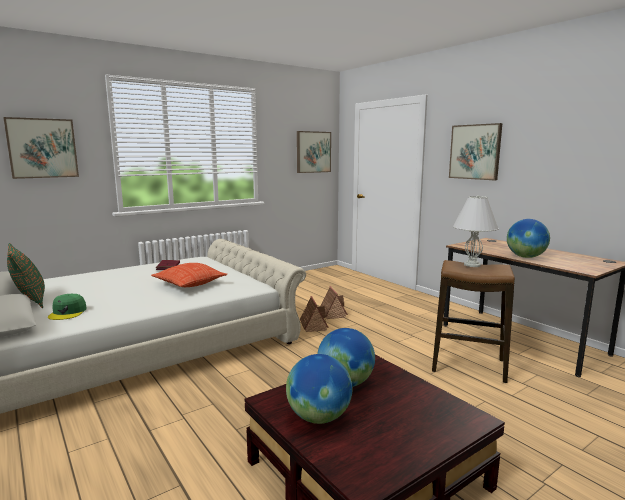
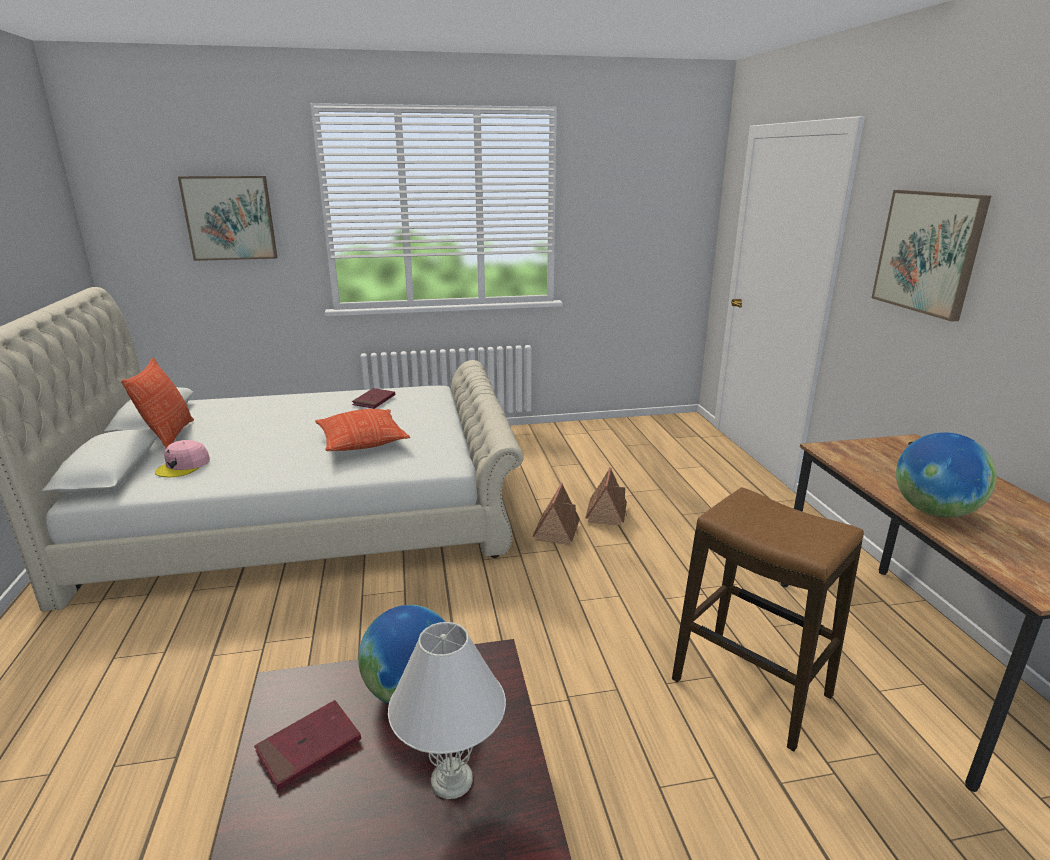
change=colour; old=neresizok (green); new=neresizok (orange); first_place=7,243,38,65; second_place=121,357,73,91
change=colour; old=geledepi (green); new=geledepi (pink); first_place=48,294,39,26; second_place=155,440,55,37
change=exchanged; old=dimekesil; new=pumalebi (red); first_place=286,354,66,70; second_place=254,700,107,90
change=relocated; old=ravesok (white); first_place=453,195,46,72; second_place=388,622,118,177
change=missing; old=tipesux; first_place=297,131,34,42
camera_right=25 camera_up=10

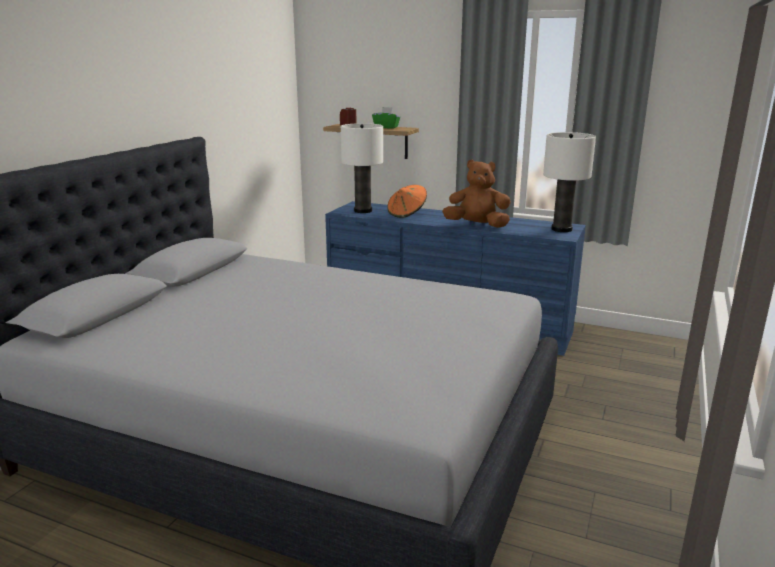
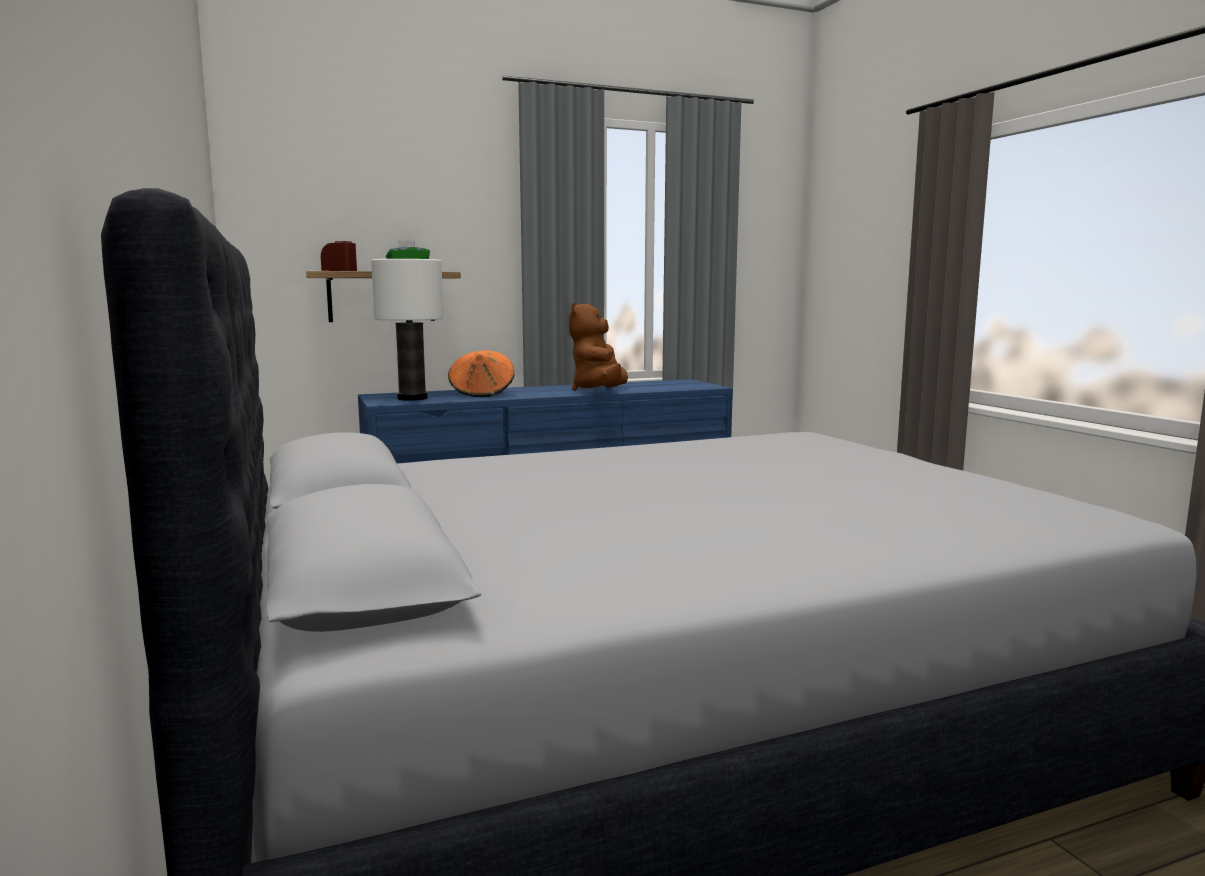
change=spun; old=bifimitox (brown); first_place=442,160,69,68; second_place=569,302,59,89; degrees=-45
change=missing; old=ravesok (white); first_place=543,132,53,100
camera_right=-45 camera_up=-10

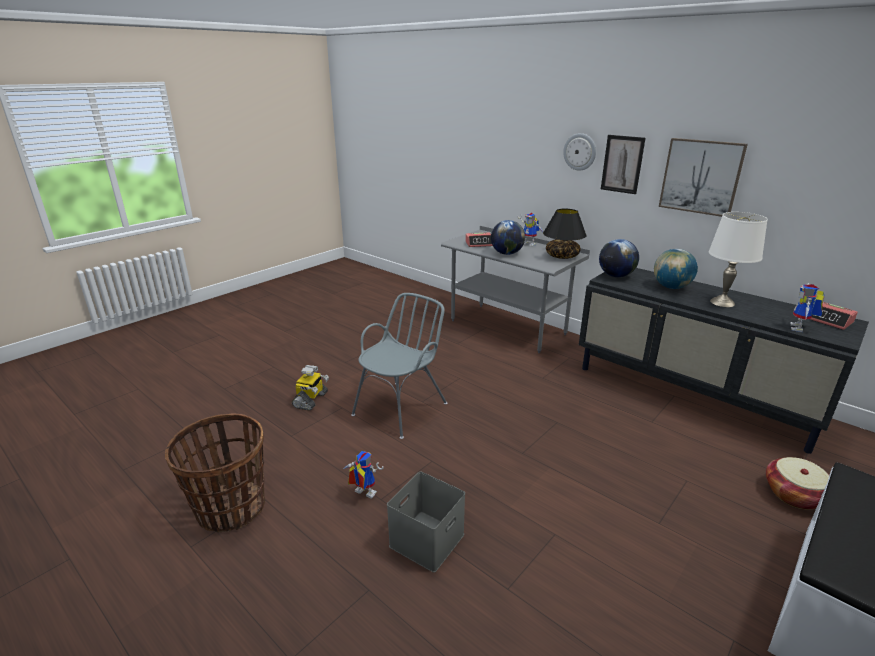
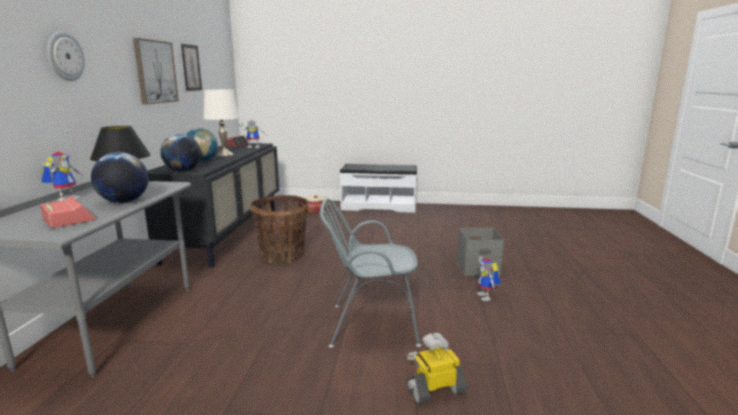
change=relocated; old=tipesux; first_place=601,135,44,59; second_place=181,44,21,47
change=relocated; old=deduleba; first_place=165,414,100,118; second_place=250,195,59,68
camera_right=-125 camera_up=-10

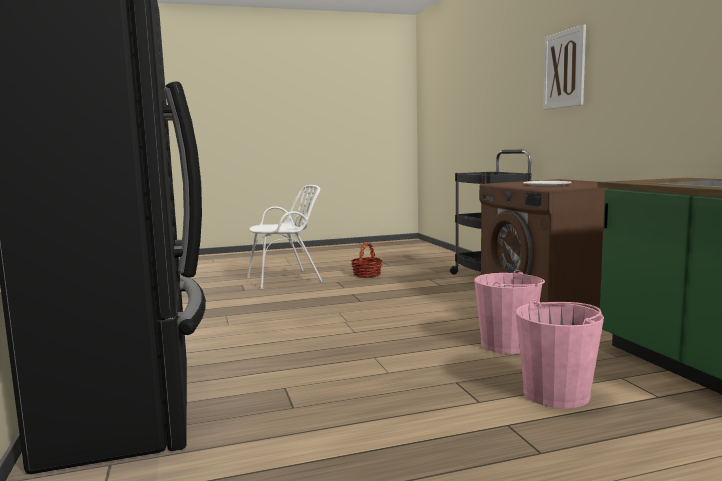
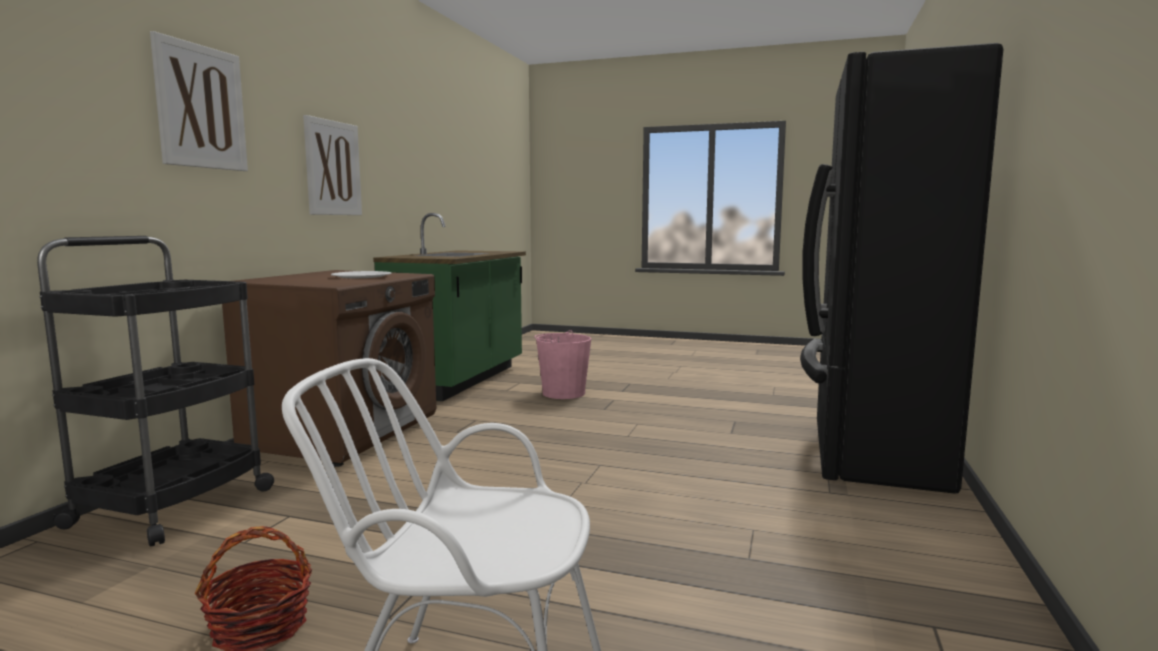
change=appeared; new=tipesux; second_place=303,115,59,100
change=missing; old=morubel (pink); first_place=474,270,71,84
camera_right=-145 camera_up=0

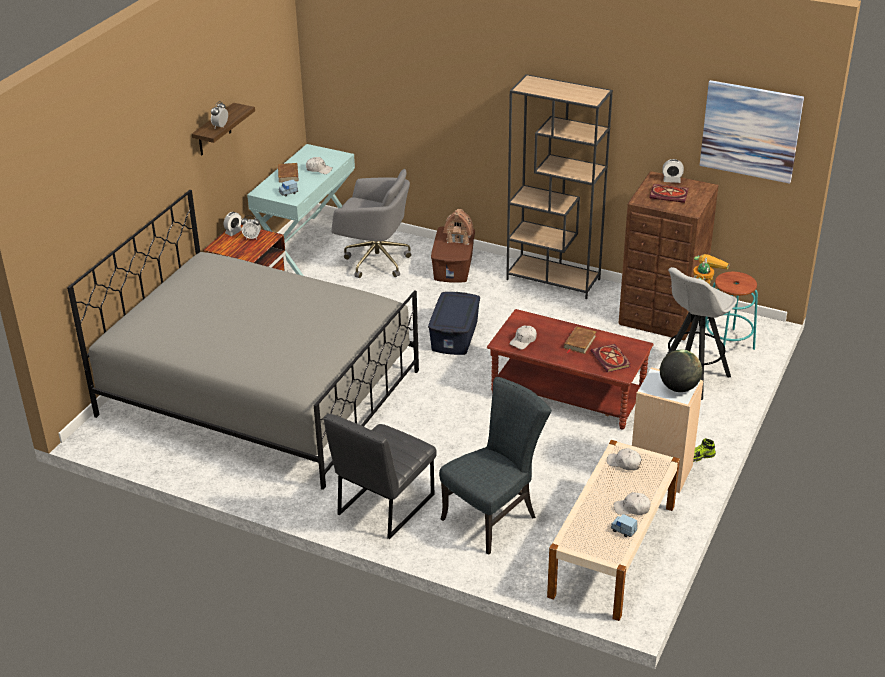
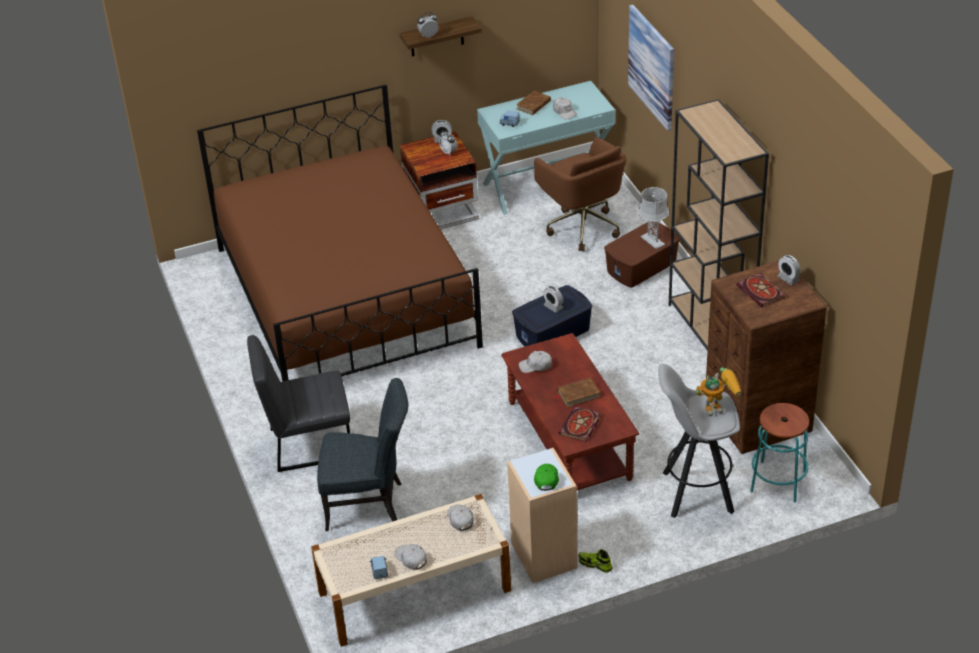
change=colour; old=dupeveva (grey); new=dupeveva (brown); first_place=67,190,352,300; second_place=197,85,286,297
change=colour; old=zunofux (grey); new=zunofux (brown); first_place=332,169,79,109; second_place=534,137,92,114
change=exchanged; old=dimekesil; new=geledepi (green); first_place=660,350,42,42; second_place=534,464,25,27
change=appeared; new=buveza; second_place=543,286,20,27
change=relocated; old=tipesux; first_place=700,80,104,104; second_place=628,5,46,126
change=exchanged; old=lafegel; new=ravesok (grey); first_place=443,209,30,36; second_place=638,187,31,62
camera_right=45 camera_up=5

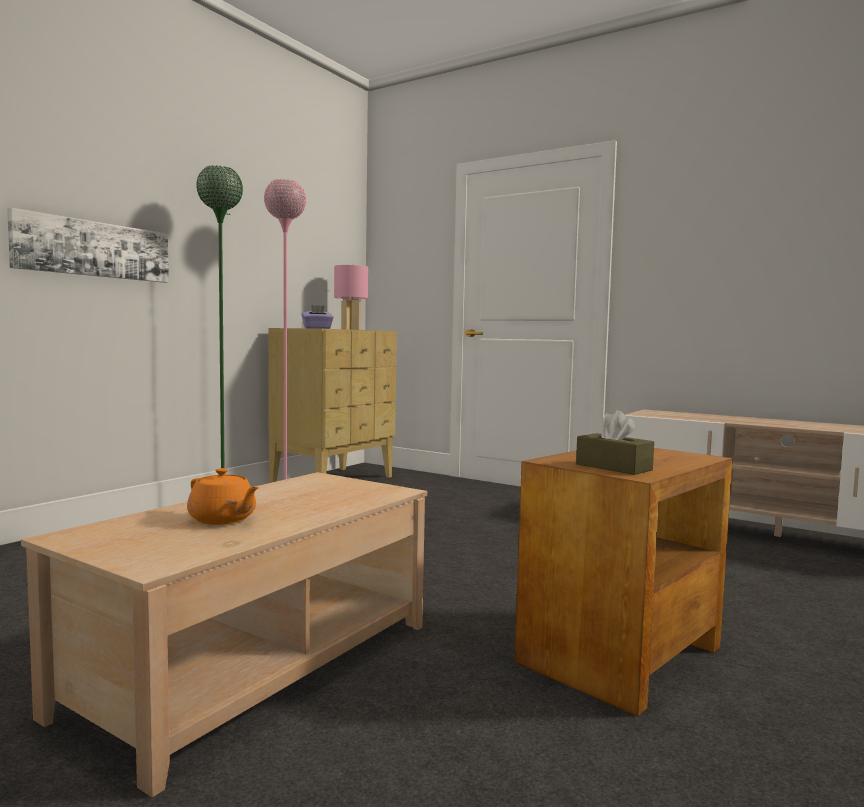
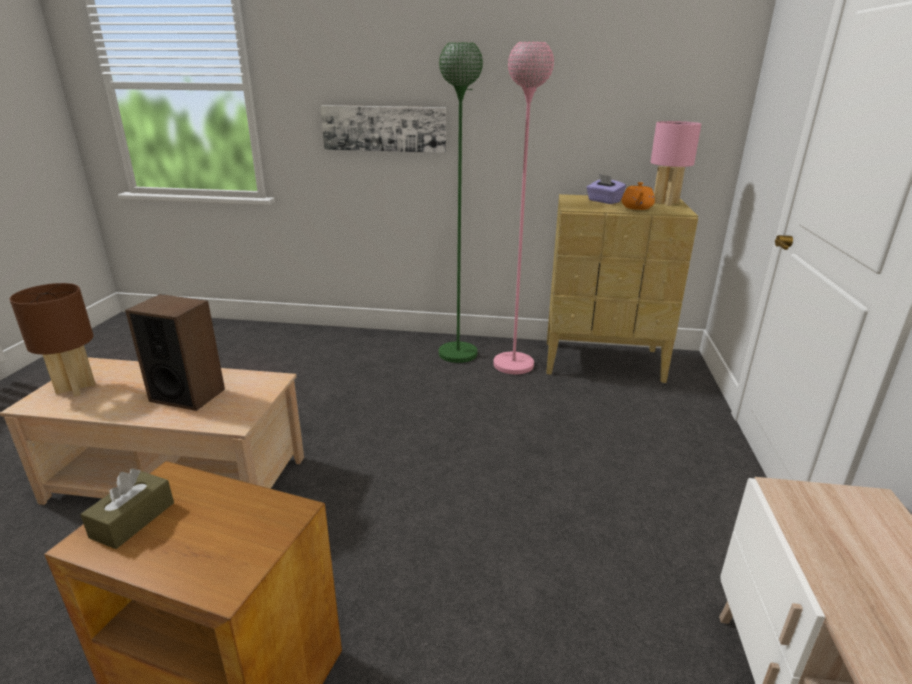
change=appeared; new=ravesok (brown); second_place=9,283,87,114
change=appeared; new=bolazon; second_place=125,294,100,117
change=relocated; old=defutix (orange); first_place=187,468,72,57; second_place=622,182,33,28
camera_right=65 camera_up=20

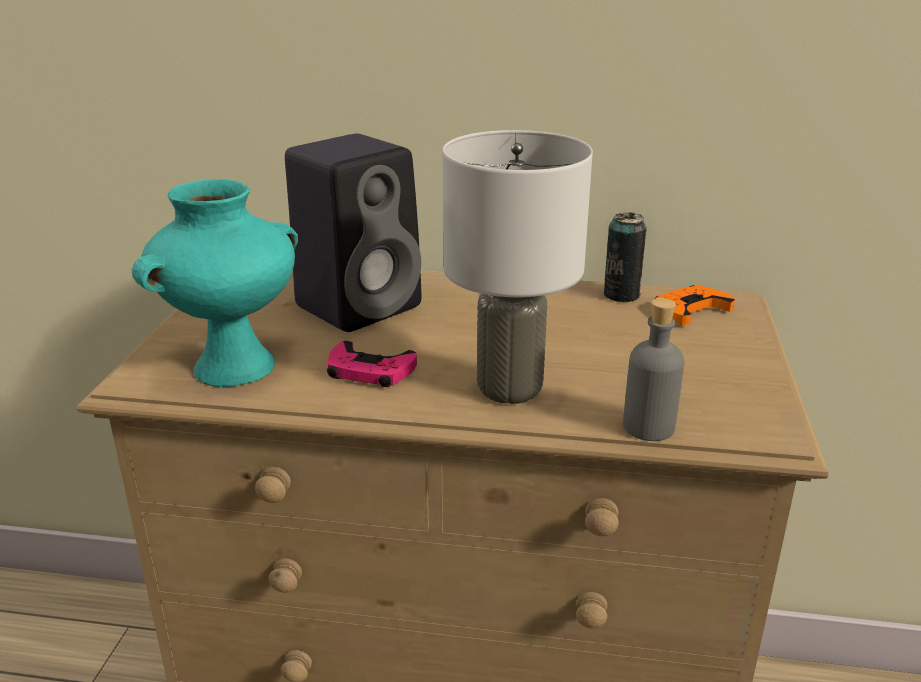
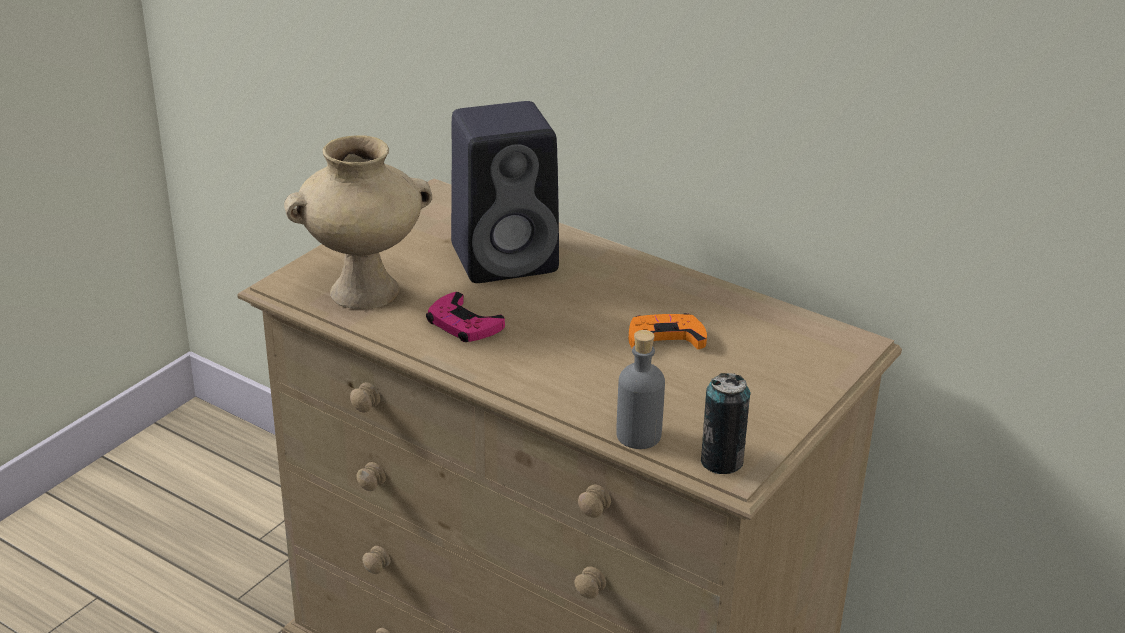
change=colour; old=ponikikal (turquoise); new=ponikikal (beige); first_place=131,179,167,208; second_place=284,135,148,174
change=relocated; old=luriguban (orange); first_place=655,285,80,40; second_place=628,313,79,37
change=relocated; old=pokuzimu; first_place=604,212,43,91; second_place=701,373,50,101
change=missing; old=ravesok (white); first_place=442,130,151,274
camera_right=25 camera_up=5

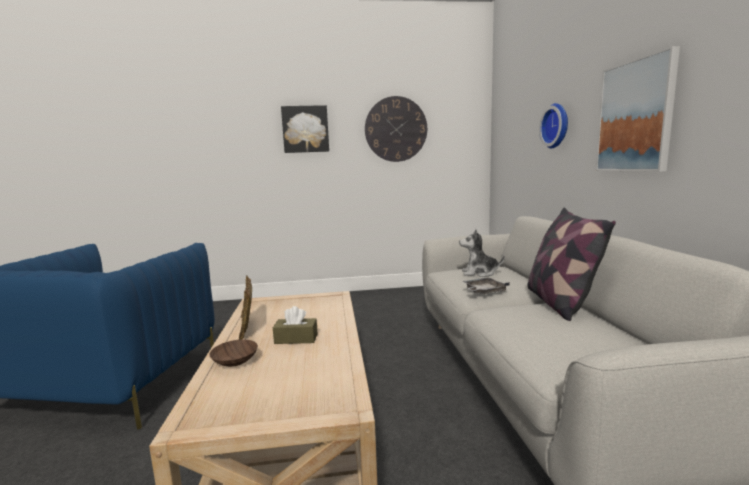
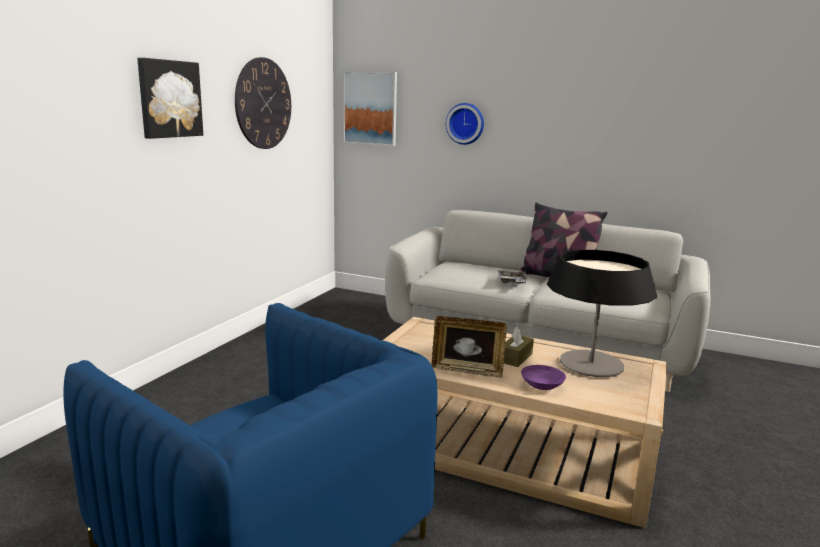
change=relocated; old=tipesux; first_place=596,46,84,126; second_place=343,71,54,75
change=colour; old=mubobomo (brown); new=mubobomo (purple); first_place=209,340,49,27; second_place=521,365,45,25
change=appeared; new=ravesok; second_place=547,250,110,127
change=missing; old=bifimitox; first_place=459,229,46,48
camera_right=-60 camera_up=5

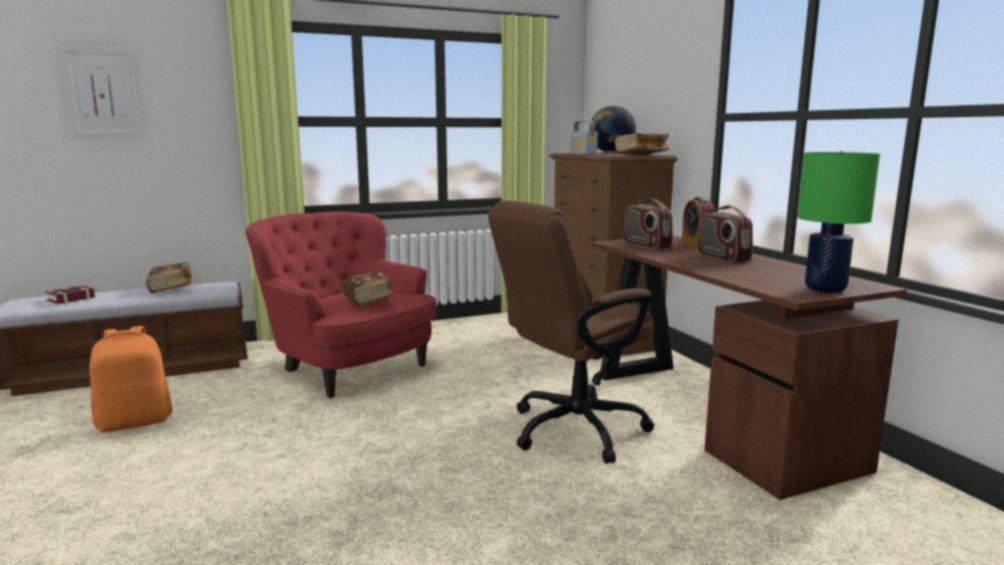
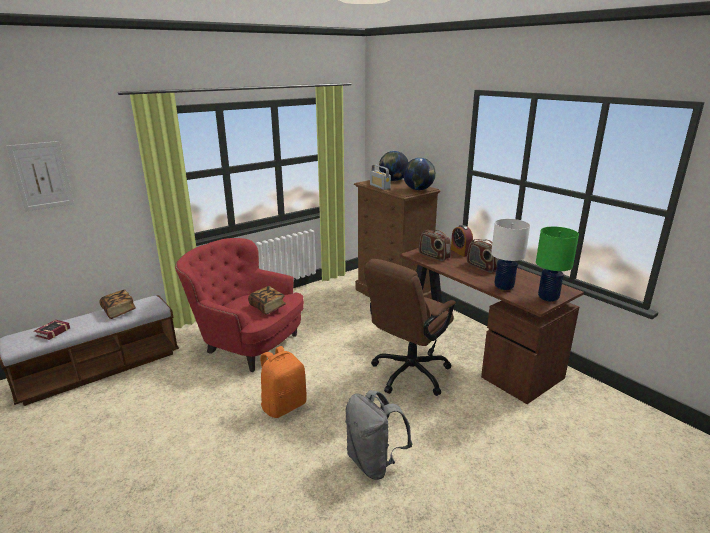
change=relocated; old=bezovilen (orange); first_place=89,326,83,107; second_place=260,346,47,72
change=appeared; new=bezovilen (grey); second_place=345,390,67,90
change=exchanged; old=pumalebi; new=dimekesil; first_place=615,133,54,22; second_place=403,158,33,32
change=appeared; new=ravesok (white); second_place=491,219,39,71
camera_right=-15 camera_up=10

